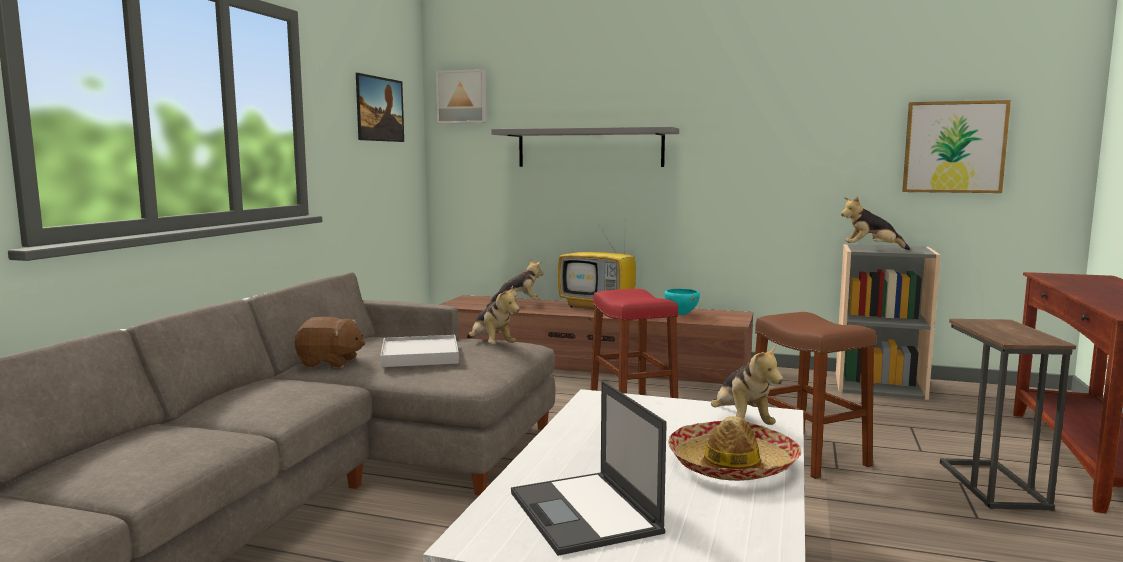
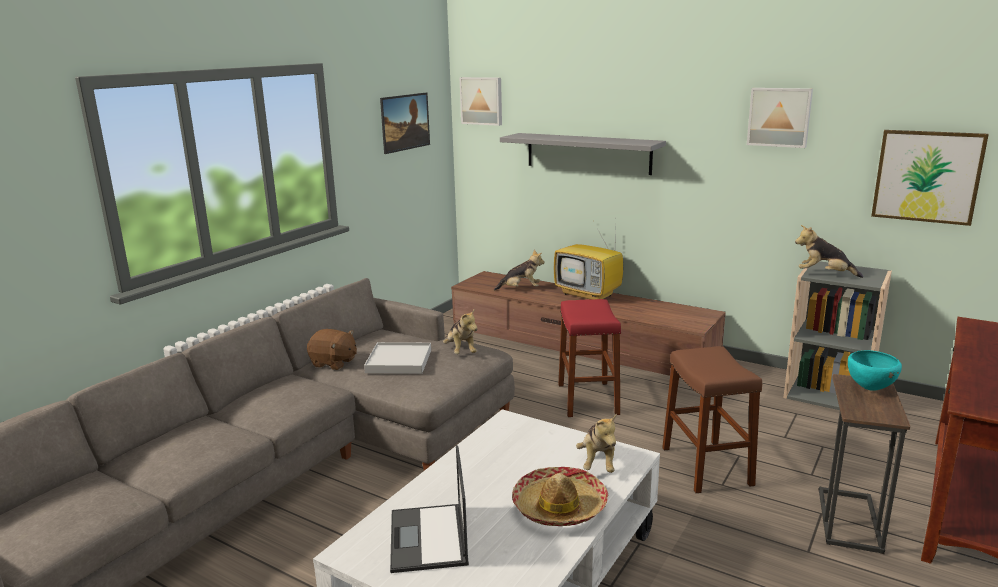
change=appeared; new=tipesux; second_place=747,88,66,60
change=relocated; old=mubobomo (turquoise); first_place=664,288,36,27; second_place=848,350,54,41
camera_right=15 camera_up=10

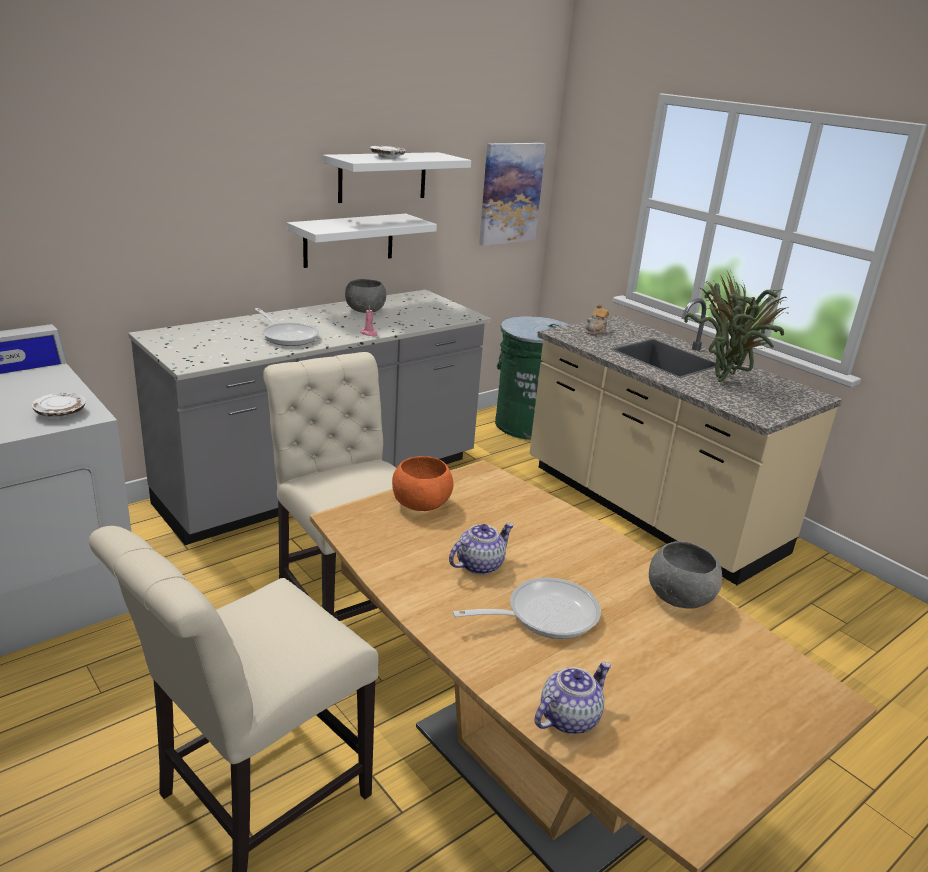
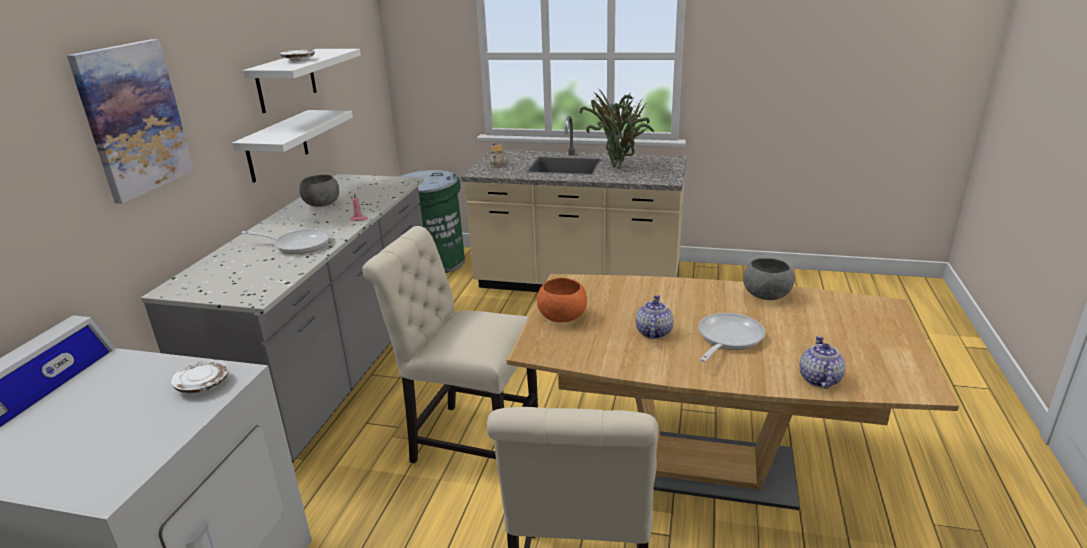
change=relocated; old=tipesux; first_place=479,143,67,103; second_place=67,39,127,165
camera_right=-35 camera_up=0

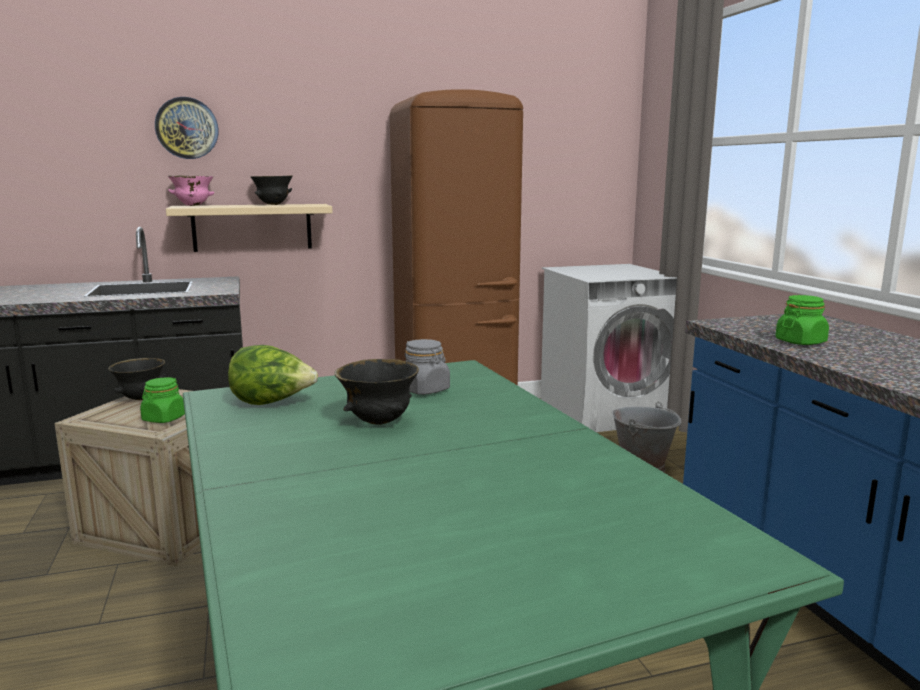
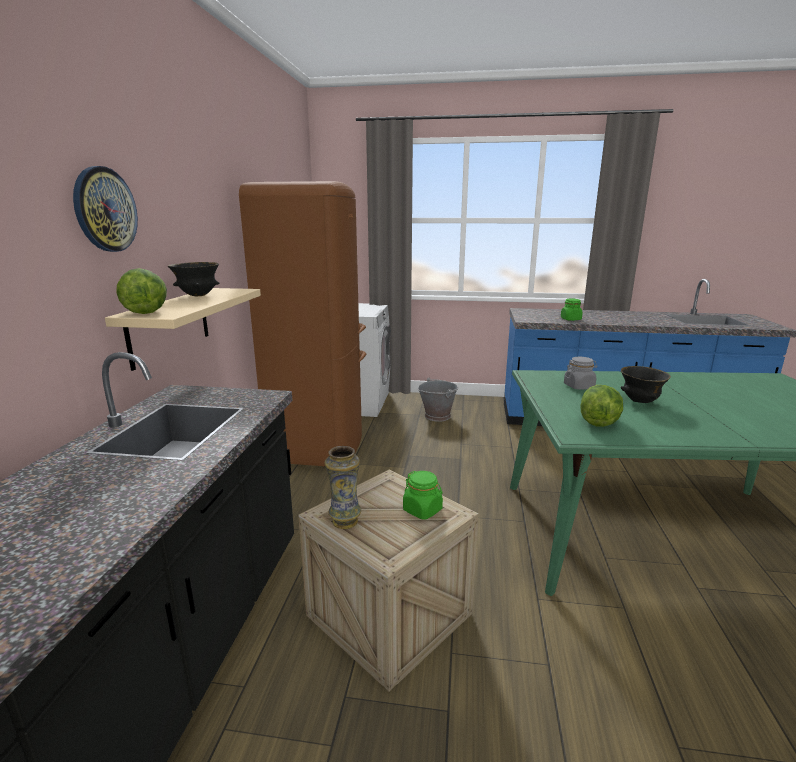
change=exchanged; old=mubobomo (pink); new=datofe; first_place=168,176,46,30; second_place=116,268,51,46
change=exchanged; old=mubobomo (black); new=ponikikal; first_place=108,358,58,42; second_place=325,446,36,83
camera_right=-65 camera_up=5

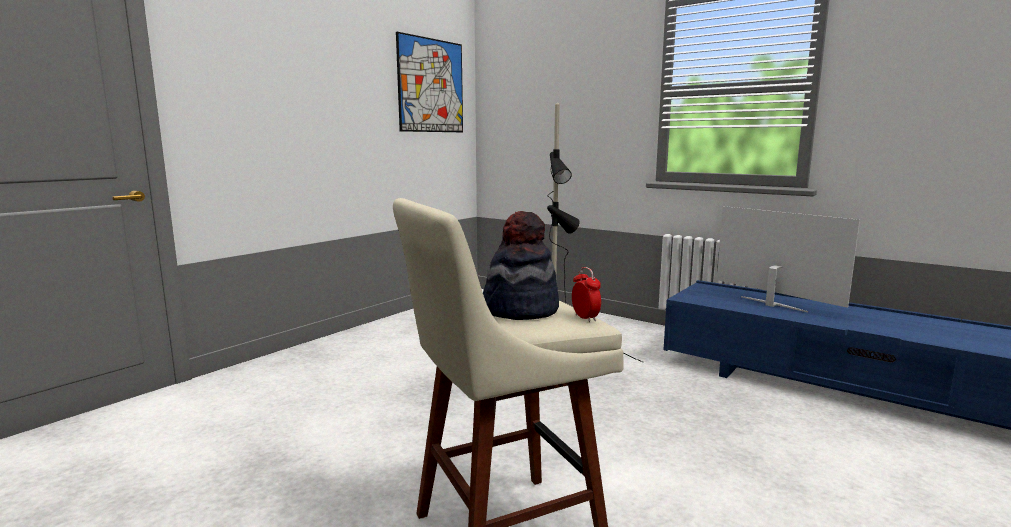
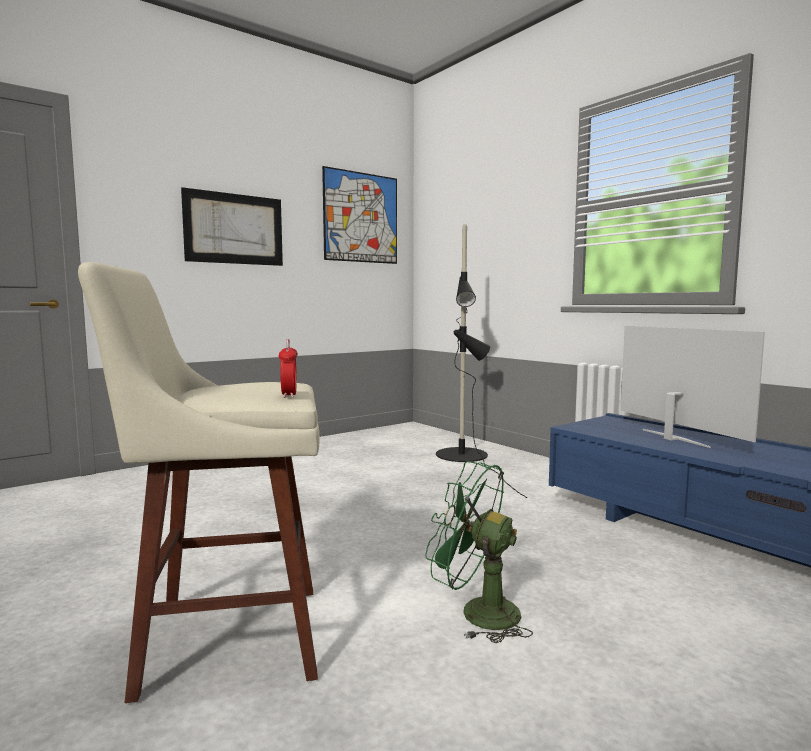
change=appeared; new=tipesux; second_place=181,187,102,79
change=appeared; new=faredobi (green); second_place=425,461,108,182
change=missing; old=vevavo; first_place=483,211,76,109
camera_right=15 camera_up=-5

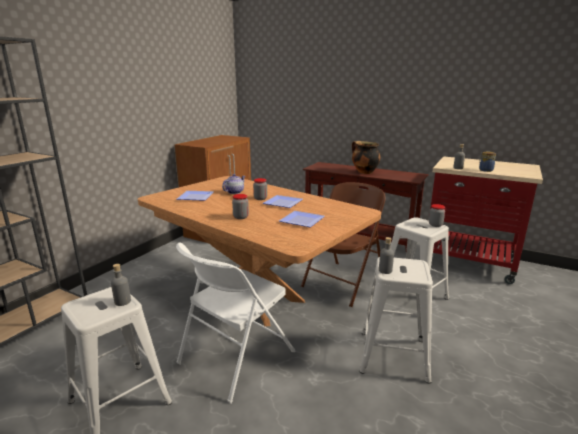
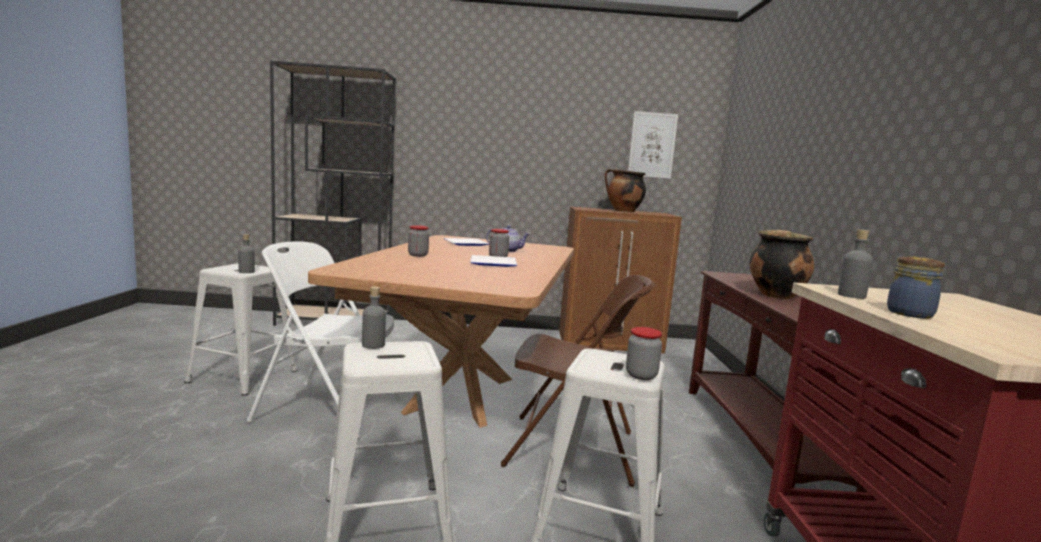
change=appeared; new=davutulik; second_place=605,169,41,43
change=appeared; new=tipesux; second_place=628,111,50,68
change=missing; old=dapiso; first_place=279,211,46,16
camera_right=60 camera_up=-10

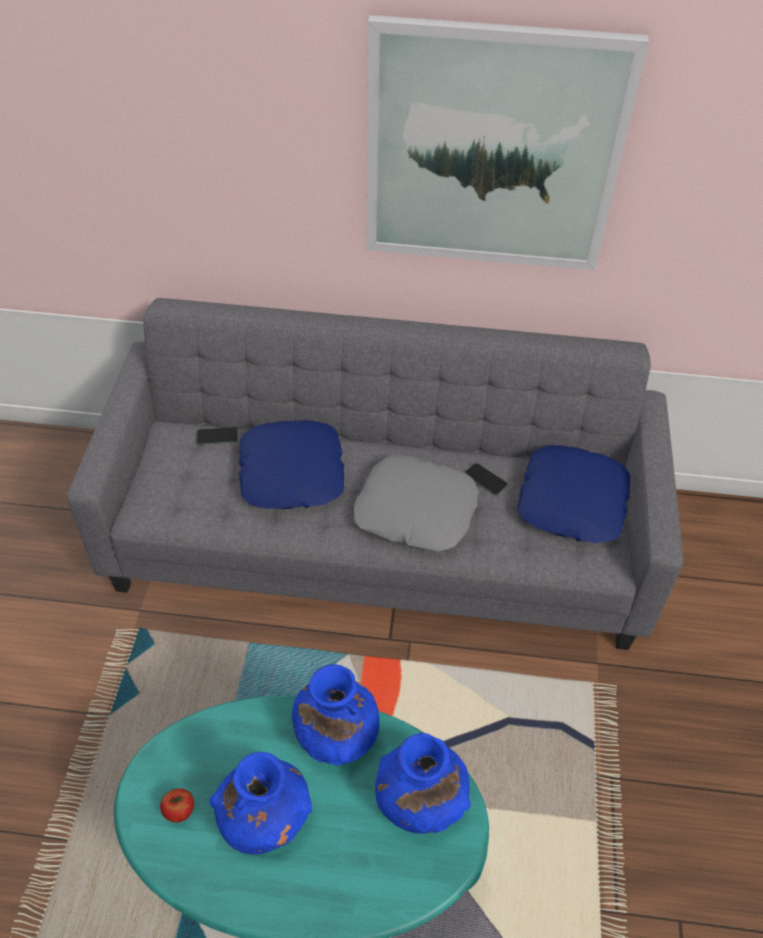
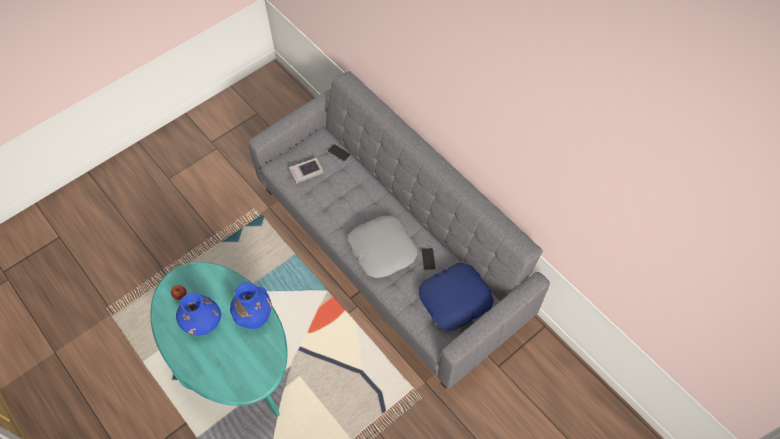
change=appeared; new=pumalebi; second_place=289,158,35,26
change=missing; old=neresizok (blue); first_place=239,420,105,89
change=missing; old=tipesux; first_place=366,15,283,256
change=missing; old=ponikikal (blue); first_place=375,733,96,101
camera_right=45 camera_up=10

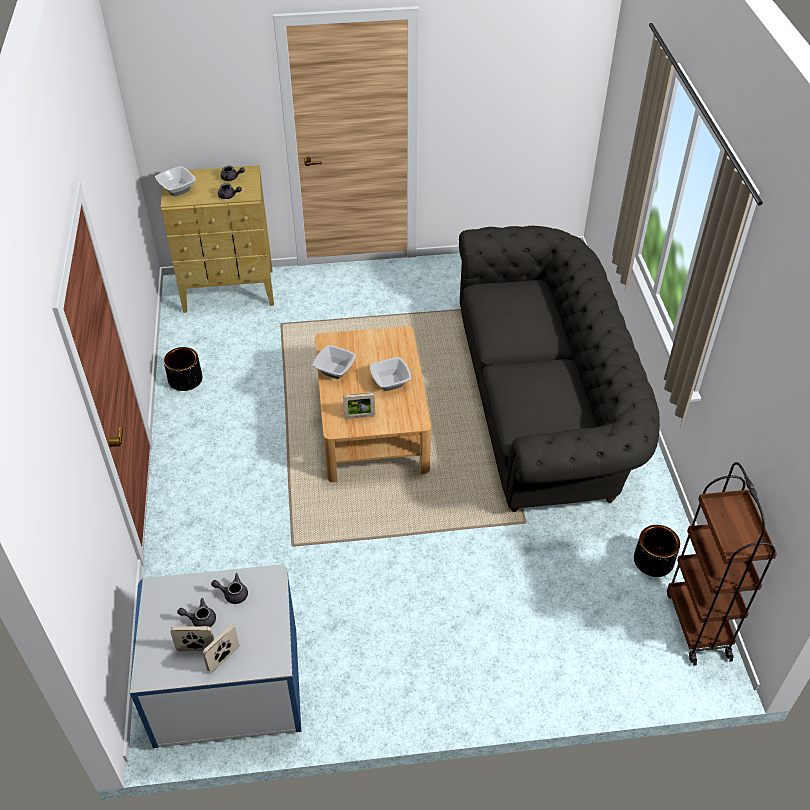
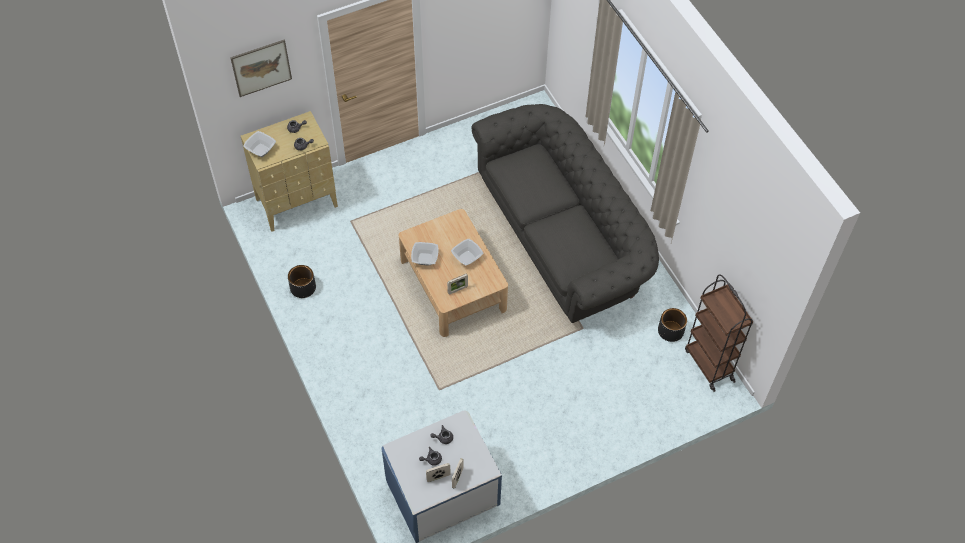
change=appeared; new=tipesux; second_place=230,40,62,57
camera_right=-20 camera_up=10

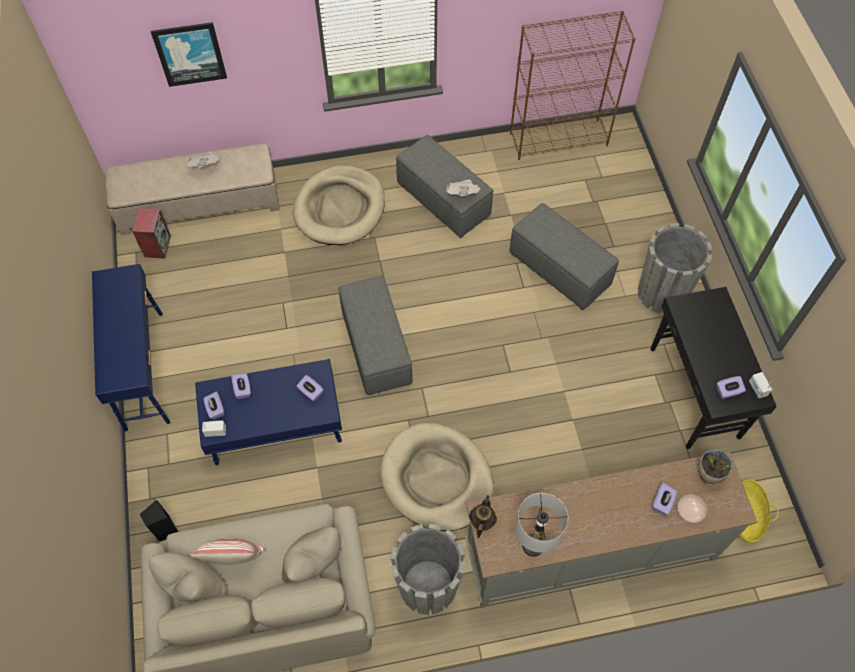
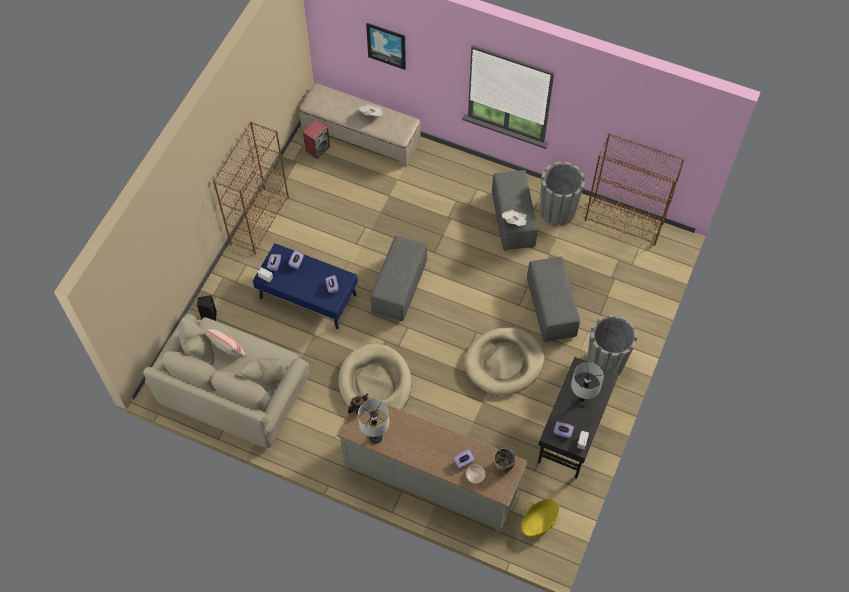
change=exchanged; old=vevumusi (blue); new=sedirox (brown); first_place=92,264,78,168; second_place=213,122,76,133
change=relocated; old=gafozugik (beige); first_place=293,165,92,80; second_place=464,327,80,69
change=relocated; old=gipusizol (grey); first_place=390,524,76,91; second_place=540,162,45,64
change=appeared; new=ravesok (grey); second_place=571,362,33,45
camera_right=35 camera_up=0

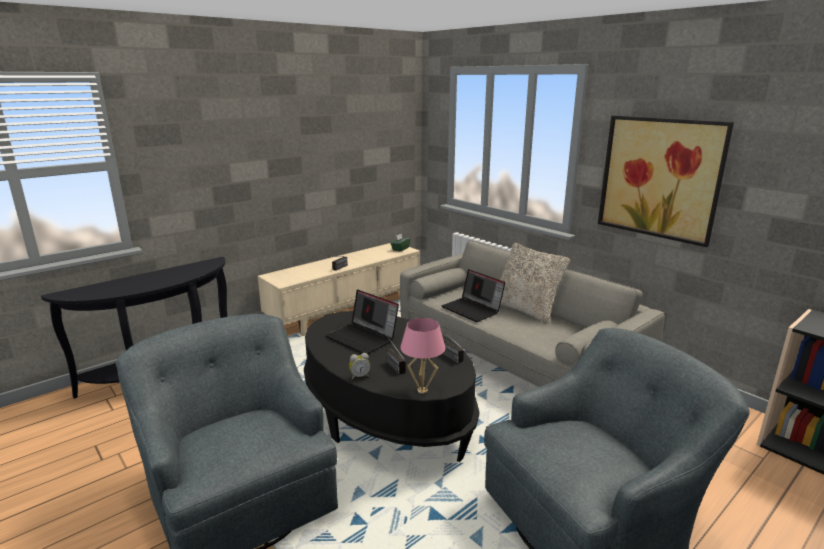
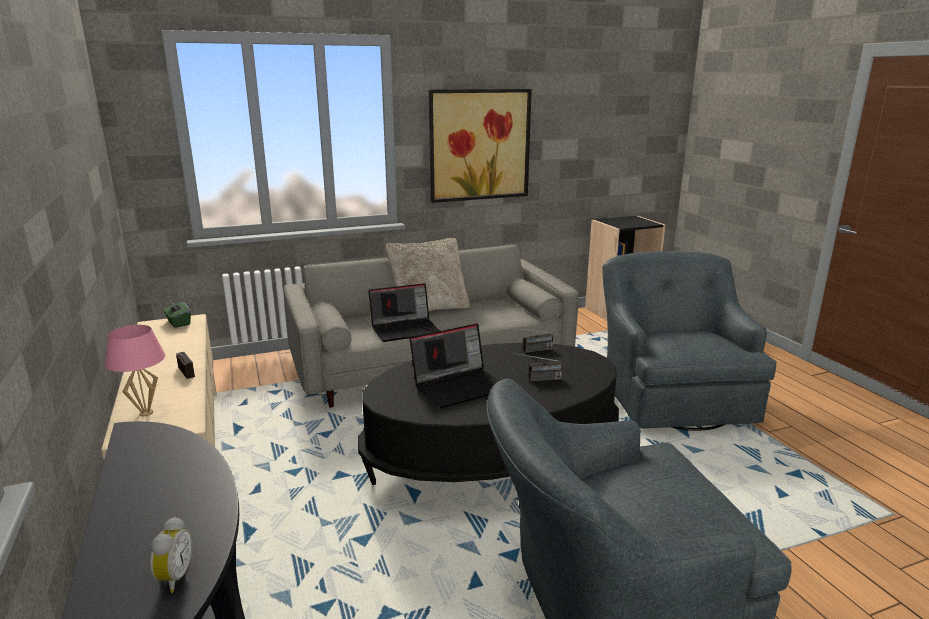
change=relocated; old=ravesok (pink); first_place=400,318,45,76; second_place=105,325,60,91
change=relocated; old=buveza; first_place=349,353,22,27; second_place=150,517,43,76
camera_right=-70 camera_up=0

